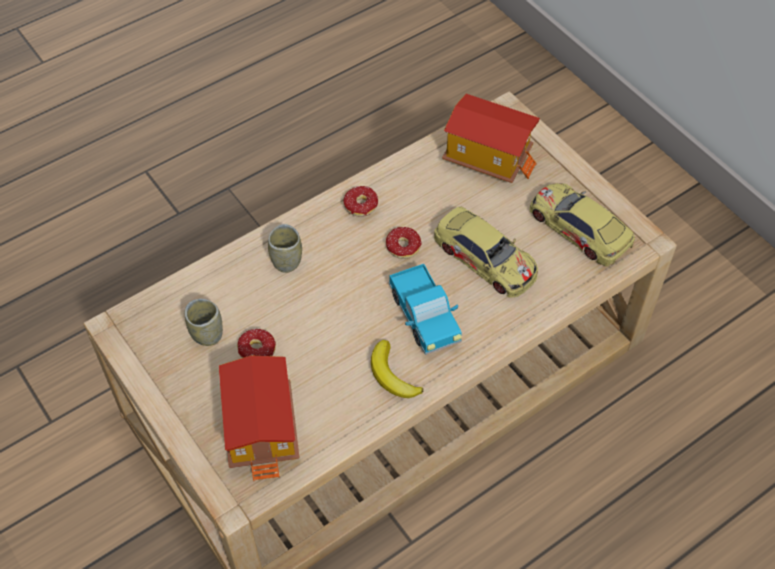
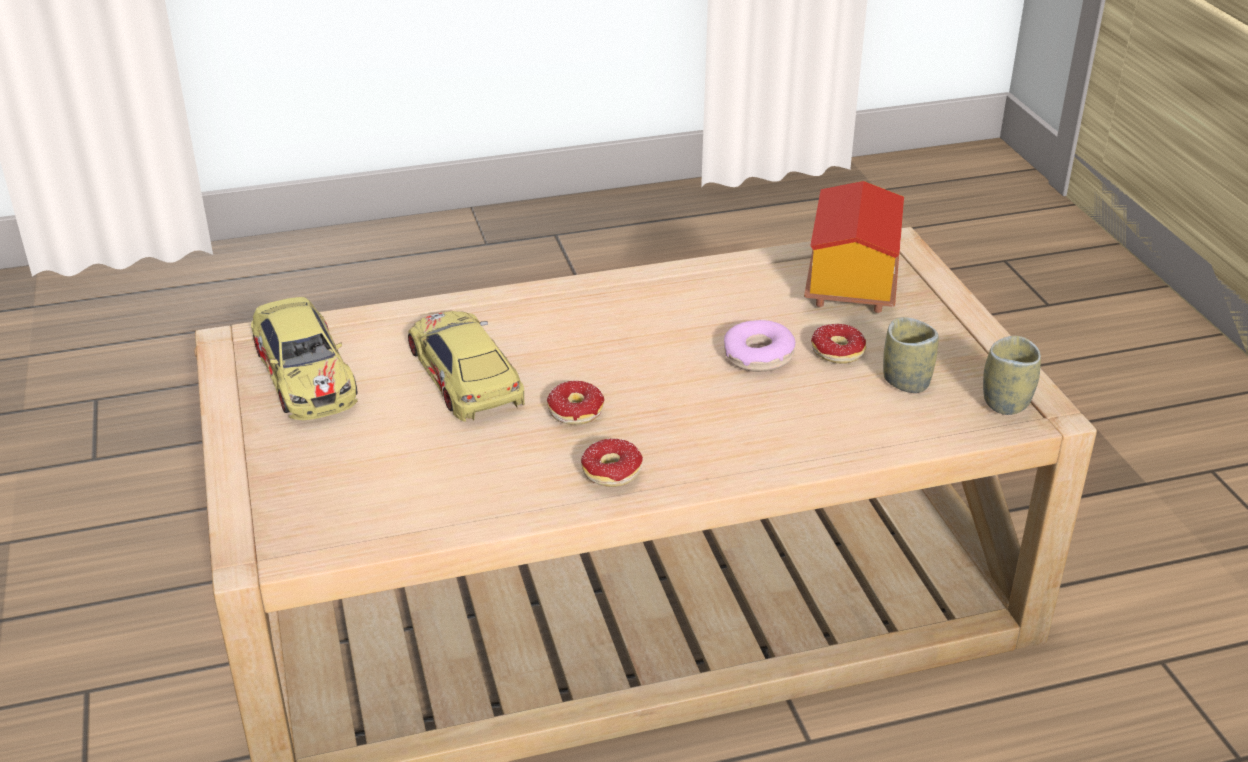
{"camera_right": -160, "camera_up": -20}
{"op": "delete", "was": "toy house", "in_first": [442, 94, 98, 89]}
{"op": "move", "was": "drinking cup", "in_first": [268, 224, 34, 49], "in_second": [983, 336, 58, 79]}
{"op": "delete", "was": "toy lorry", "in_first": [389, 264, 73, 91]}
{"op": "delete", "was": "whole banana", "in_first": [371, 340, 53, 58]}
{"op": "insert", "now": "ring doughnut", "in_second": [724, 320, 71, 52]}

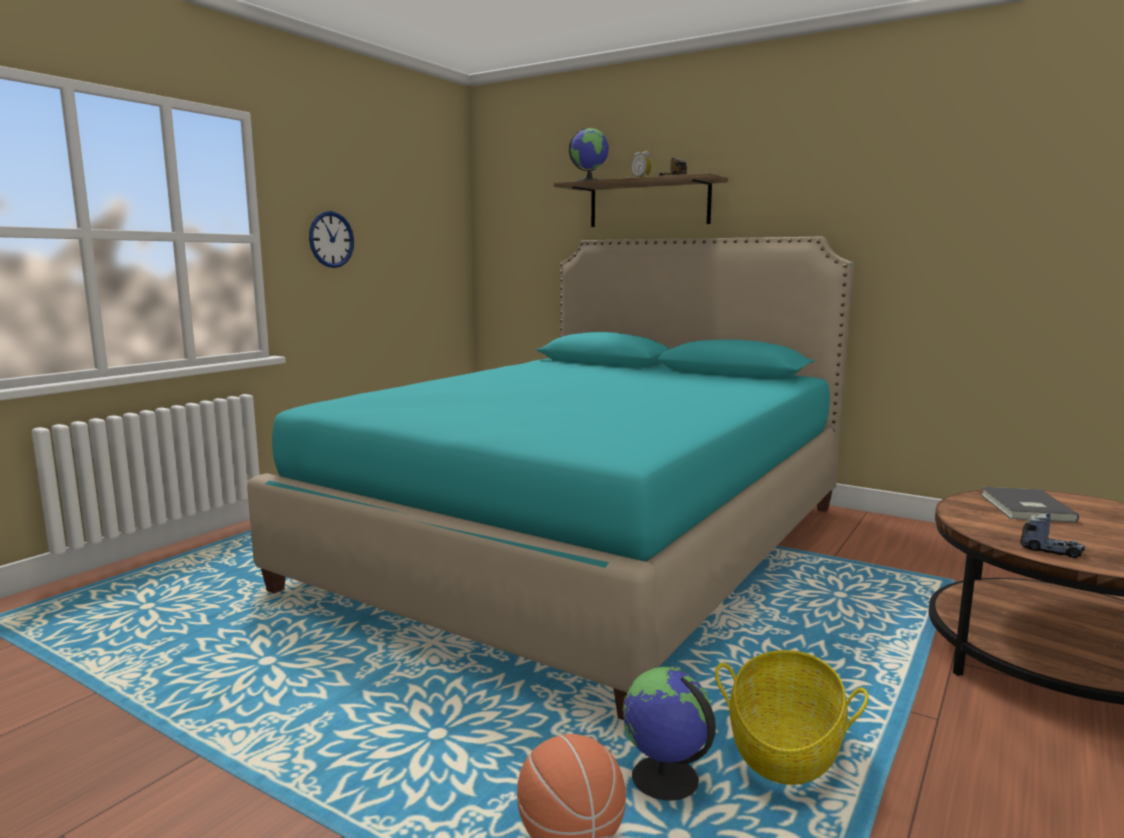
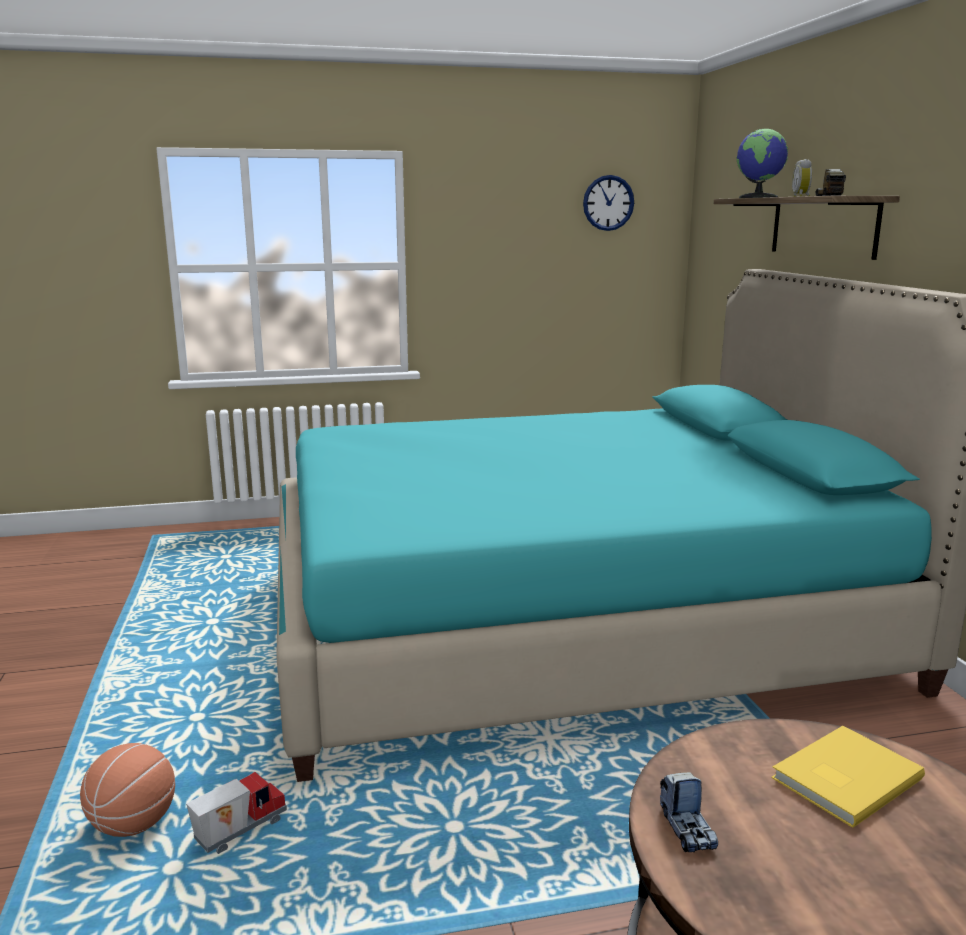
{"camera_right": 45, "camera_up": 5}
{"op": "move", "was": "wall clock", "in_first": [309, 211, 45, 57], "in_second": [583, 175, 51, 56]}
{"op": "recolor", "was": "gray volume", "now": "yellowish volume", "in_first": [980, 487, 99, 36], "in_second": [771, 726, 154, 102]}
{"op": "delete", "was": "basket", "in_first": [715, 650, 154, 135]}
{"op": "replace", "was": "world globe", "now": "toy lorry", "in_first": [623, 667, 93, 134], "in_second": [186, 772, 101, 82]}

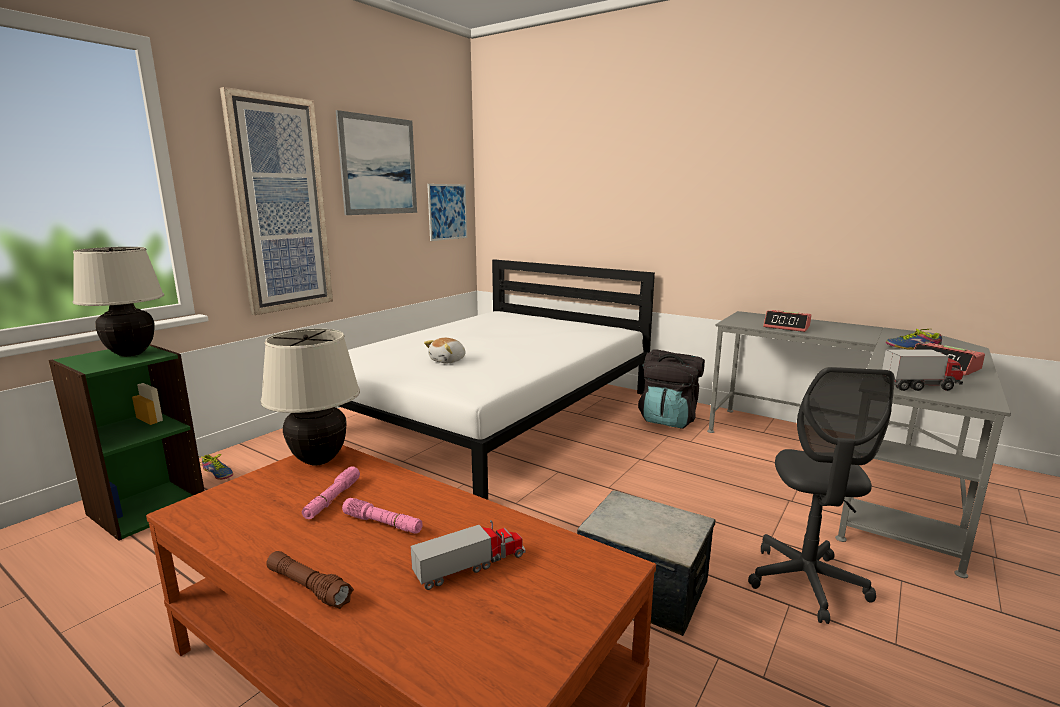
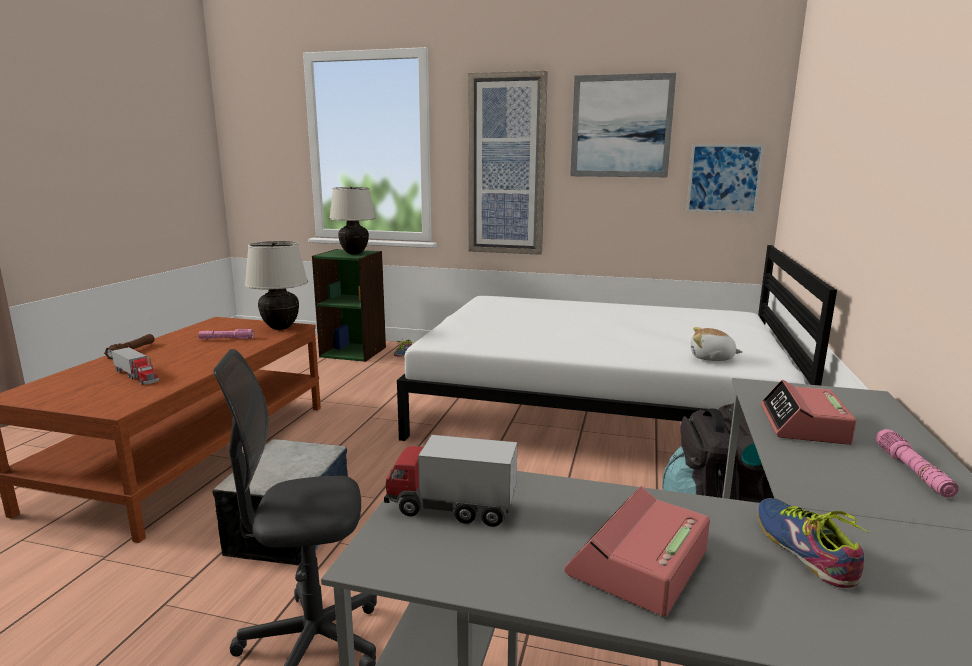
{"camera_right": 70, "camera_up": 0}
{"op": "move", "was": "soft toy", "in_first": [424, 338, 41, 25], "in_second": [691, 327, 52, 34]}
{"op": "rotate", "was": "toy lorry", "in_first": [882, 349, 81, 42], "in_second": [384, 435, 133, 92], "clockwise": 120}
{"op": "move", "was": "pink-coloured hand torch", "in_first": [342, 498, 81, 35], "in_second": [876, 429, 83, 69]}

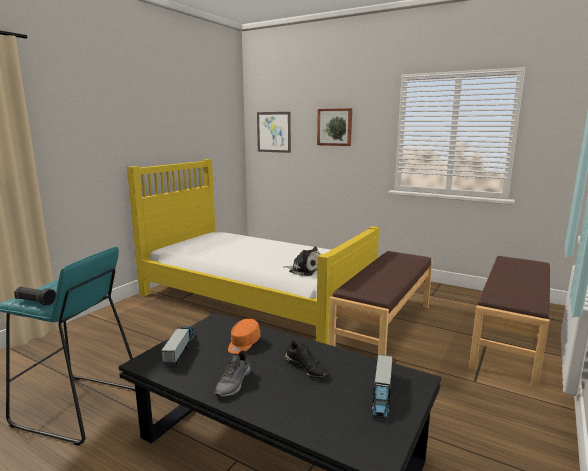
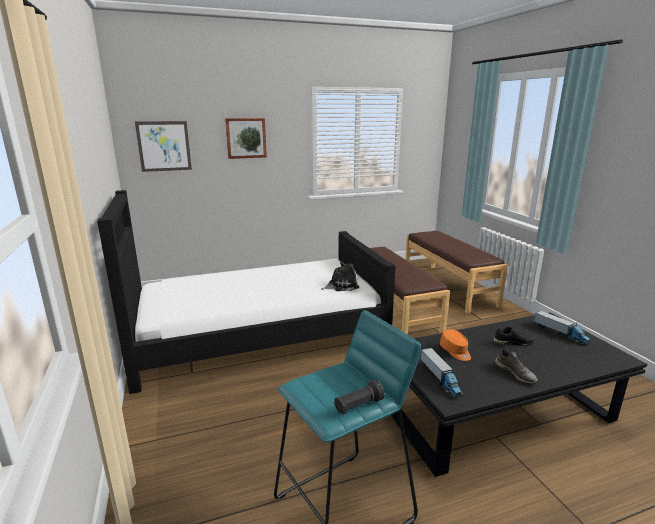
{"camera_right": -50, "camera_up": 5}
{"op": "recolor", "was": "yellowish sleeping bed", "now": "blackish sleeping bed", "in_first": [127, 159, 252, 185], "in_second": [97, 190, 299, 204]}
{"op": "rotate", "was": "toy lorry", "in_first": [161, 326, 35, 40], "in_second": [421, 348, 42, 50], "clockwise": -150}

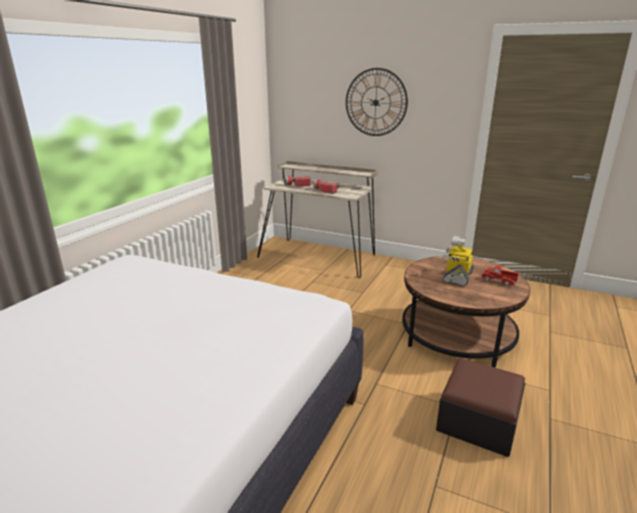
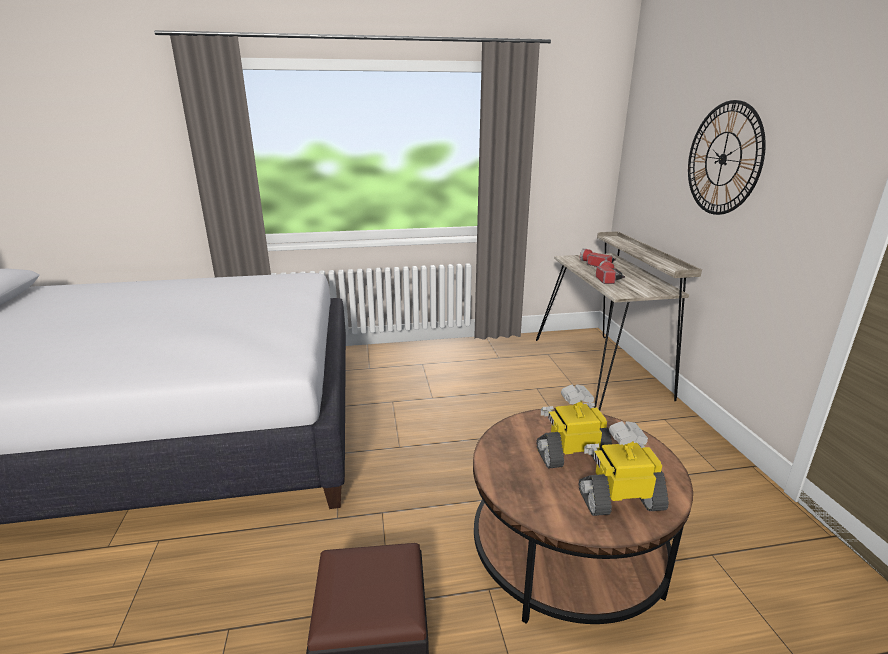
{"camera_right": 55, "camera_up": 0}
{"op": "replace", "was": "toy lorry", "now": "robot figure", "in_first": [480, 266, 39, 20], "in_second": [579, 421, 90, 95]}

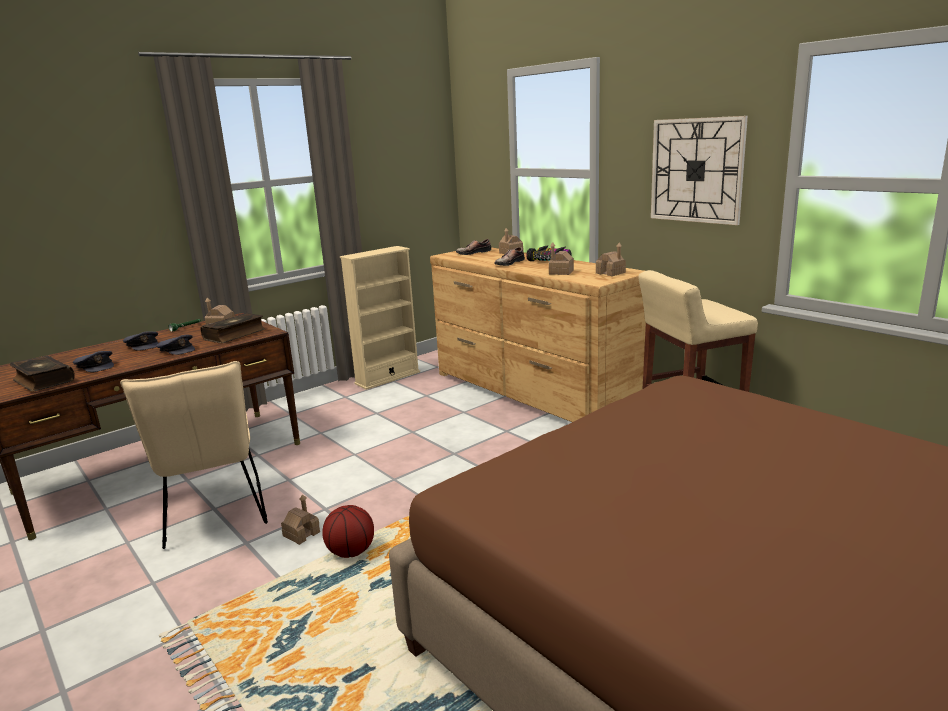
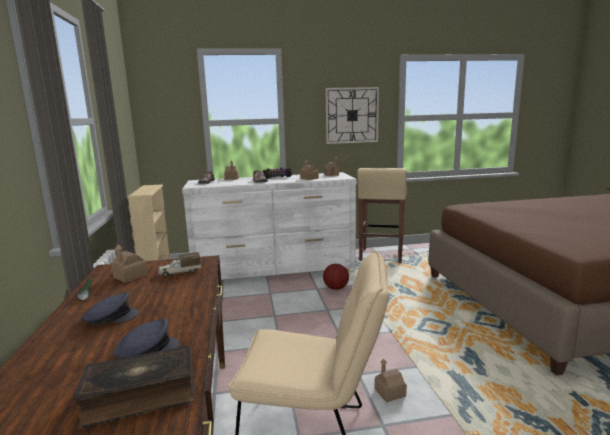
{"camera_right": -60, "camera_up": -5}
{"op": "recolor", "was": "brown dresser", "now": "white dresser", "in_first": [430, 248, 216, 174], "in_second": [182, 172, 175, 108]}
{"op": "replace", "was": "volume", "now": "toy lorry", "in_first": [200, 313, 65, 30], "in_second": [158, 252, 43, 25]}
{"op": "delete", "was": "gray peaked cap", "in_first": [156, 335, 39, 20]}
{"op": "move", "was": "basketball ball", "in_first": [322, 505, 52, 53], "in_second": [323, 264, 26, 26]}

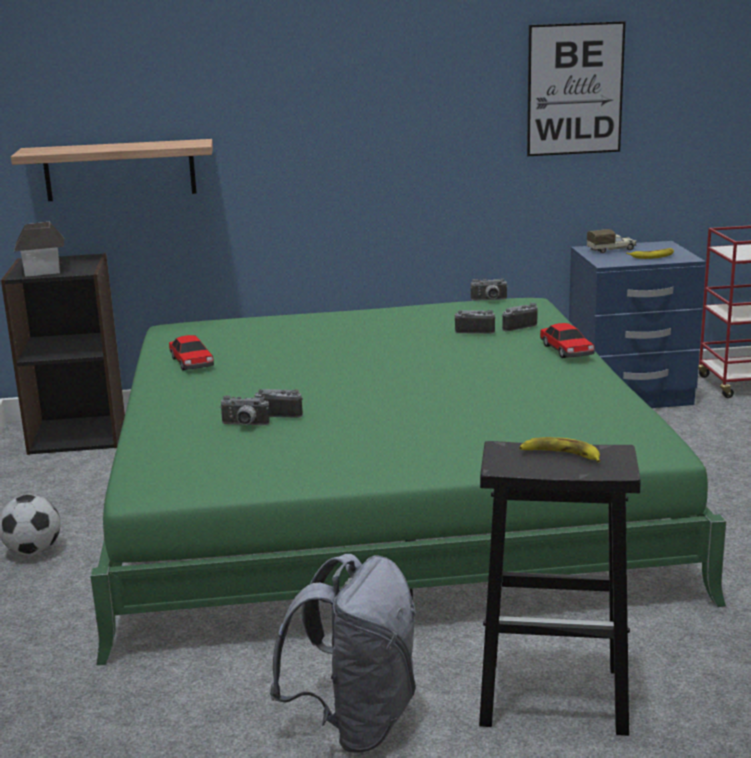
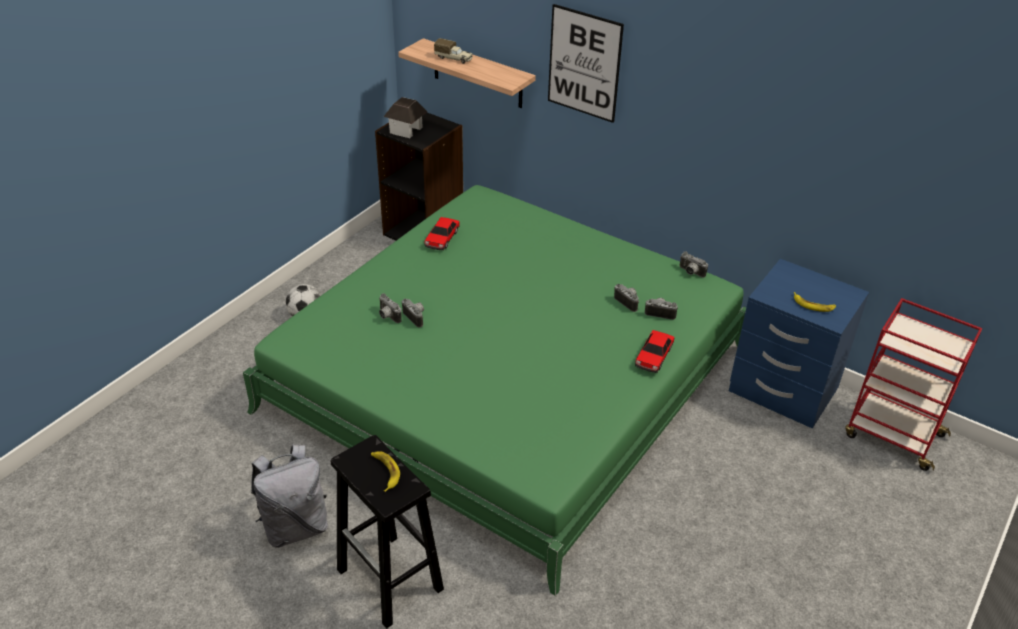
{"camera_right": 40, "camera_up": 20}
{"op": "move", "was": "wall picture", "in_first": [527, 21, 99, 135], "in_second": [548, 4, 76, 119]}
{"op": "move", "was": "toy lorry", "in_first": [587, 229, 50, 24], "in_second": [434, 38, 39, 26]}

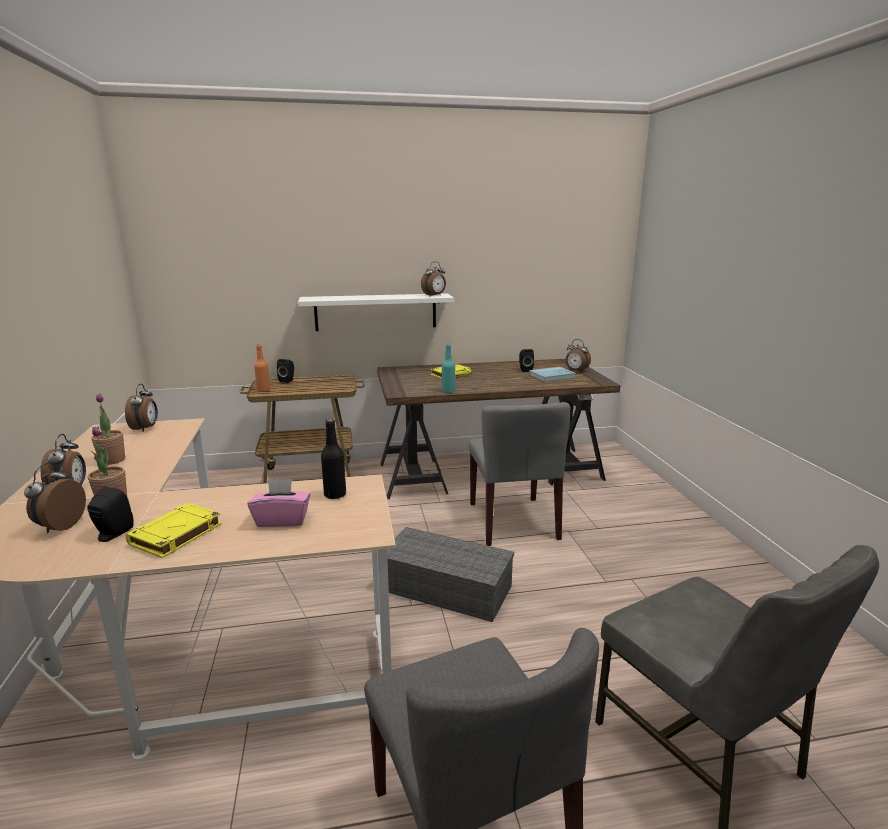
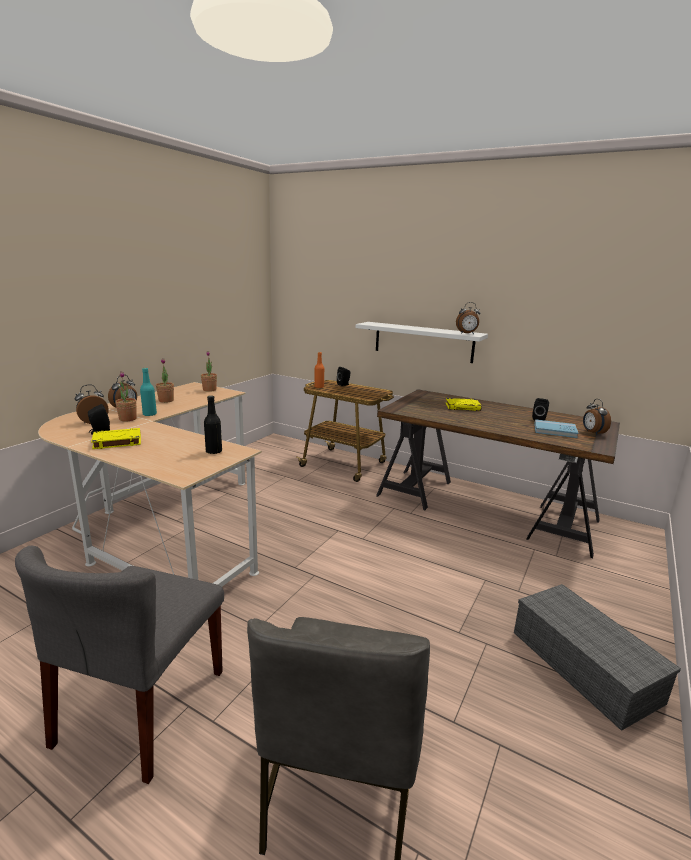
{"camera_right": 40, "camera_up": 0}
{"op": "move", "was": "turquoise bottle", "in_first": [442, 344, 13, 49], "in_second": [140, 368, 17, 48]}
{"op": "replace", "was": "bedside clock", "now": "plant in a pot", "in_first": [125, 384, 33, 48], "in_second": [201, 351, 16, 41]}
{"op": "delete", "was": "gray chair", "in_first": [469, 402, 101, 144]}
{"op": "delete", "was": "pink-coloured tissue box", "in_first": [247, 479, 64, 48]}
{"op": "move", "was": "gray storage box", "in_first": [387, 527, 127, 95], "in_second": [514, 584, 167, 147]}

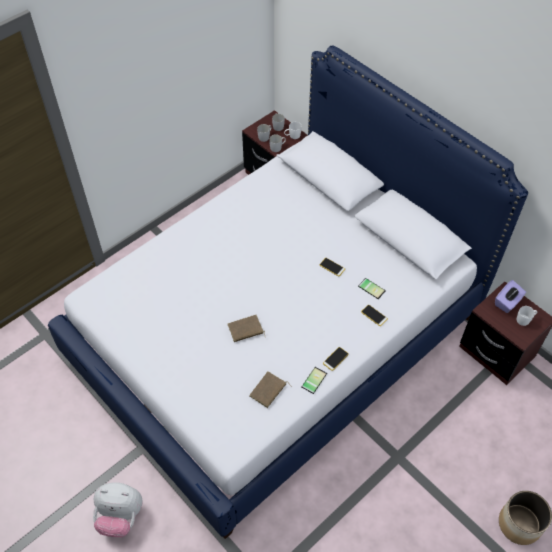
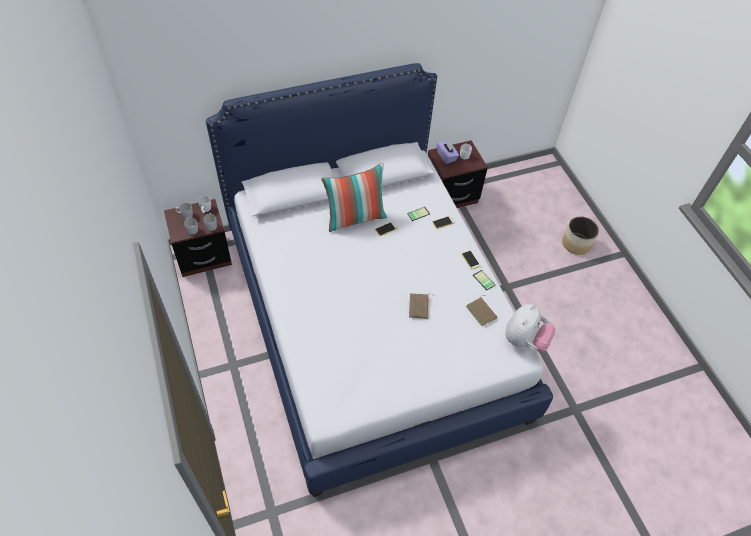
{"camera_right": -70, "camera_up": 0}
{"op": "move", "was": "soft toy", "in_first": [93, 482, 50, 55], "in_second": [506, 304, 50, 48]}
{"op": "insert", "now": "pillow", "in_second": [321, 163, 67, 69]}

